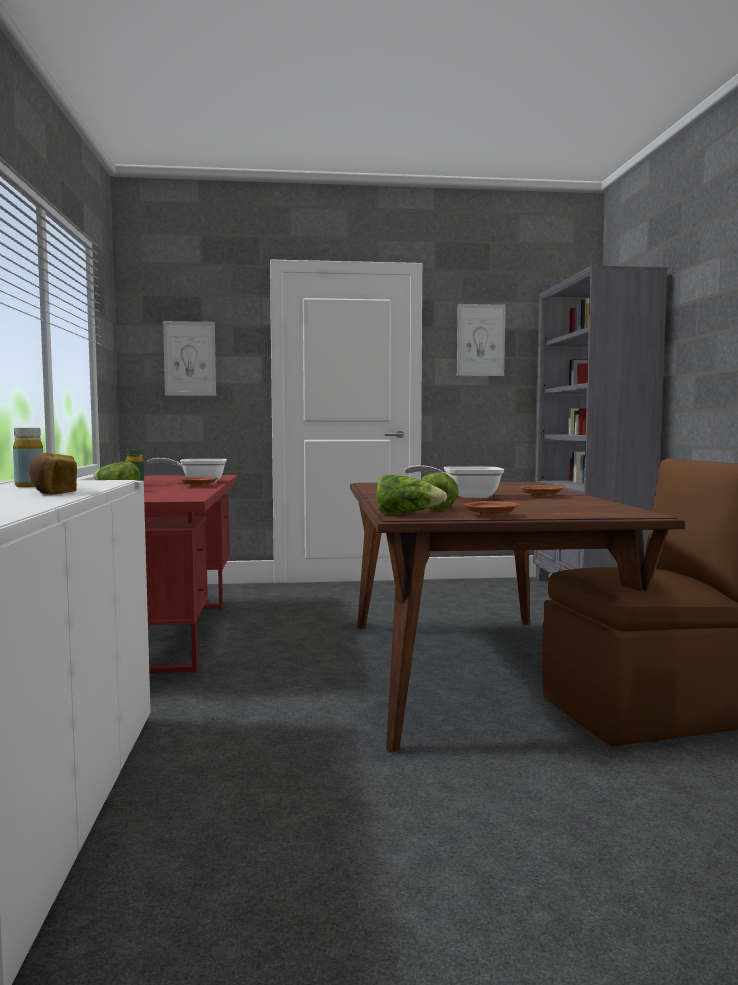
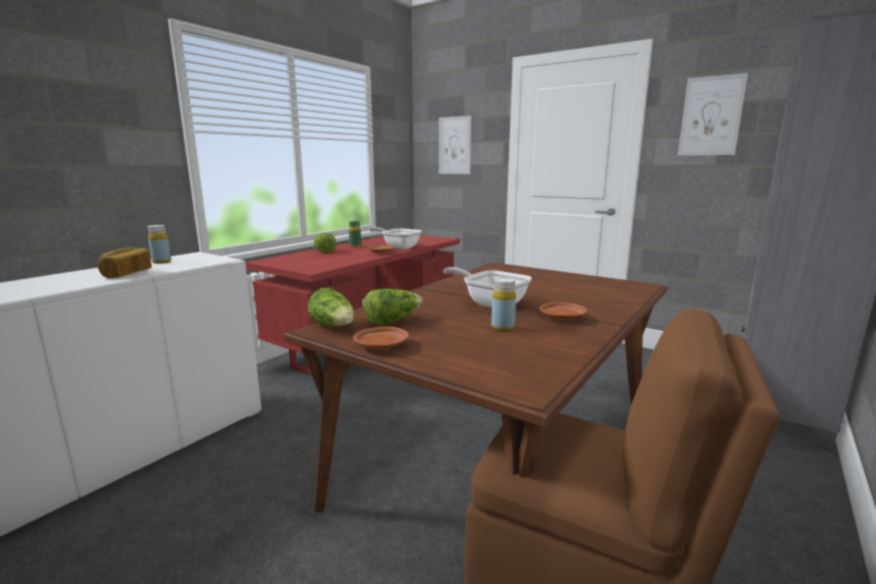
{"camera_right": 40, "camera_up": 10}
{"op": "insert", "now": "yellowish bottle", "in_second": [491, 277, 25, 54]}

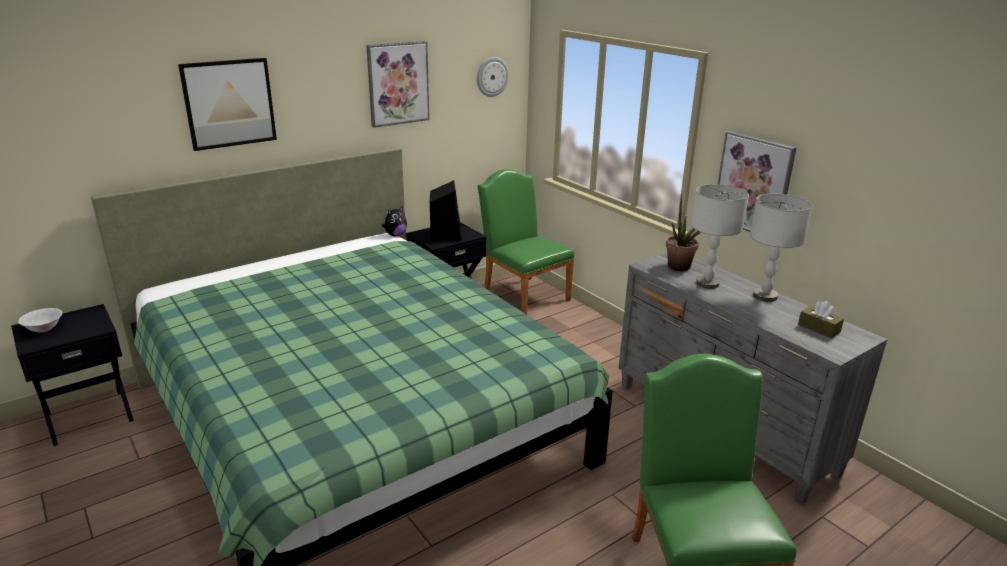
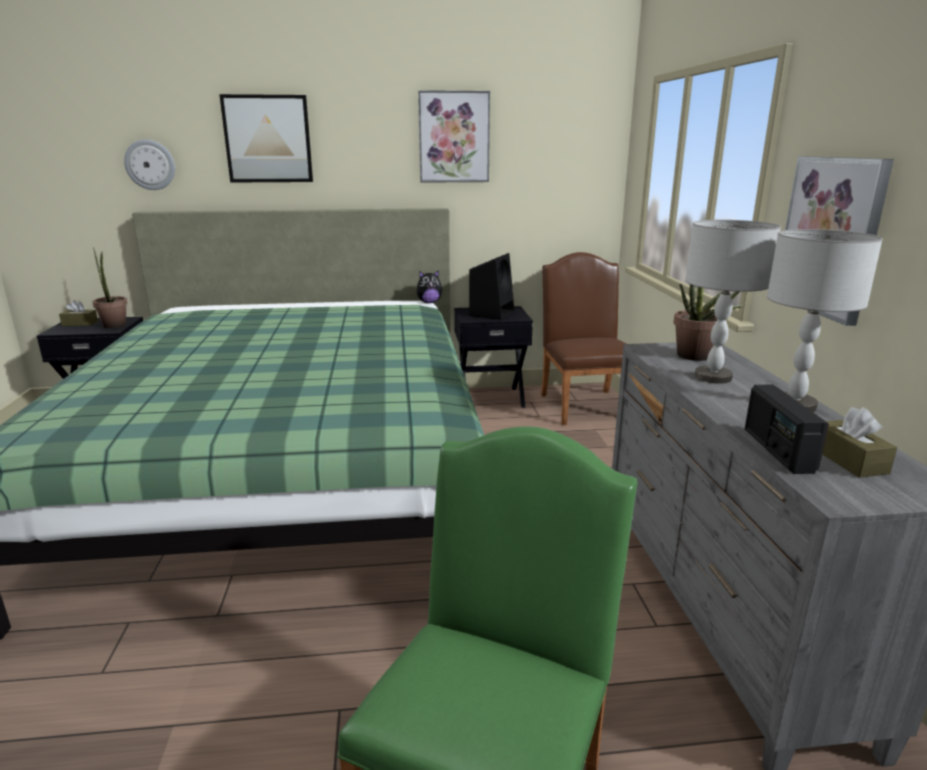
{"camera_right": 30, "camera_up": -5}
{"op": "move", "was": "wall clock", "in_first": [477, 57, 32, 40], "in_second": [124, 139, 51, 51]}
{"op": "recolor", "was": "green-coloured chair", "now": "brown chair", "in_first": [477, 169, 98, 146], "in_second": [541, 252, 85, 173]}
{"op": "replace", "was": "white serving bowl", "now": "brown tissue box", "in_first": [18, 308, 44, 25], "in_second": [59, 300, 39, 26]}
{"op": "insert", "now": "plant in a pot", "in_second": [92, 247, 36, 81]}
{"op": "insert", "now": "radio receiver", "in_second": [745, 384, 84, 90]}

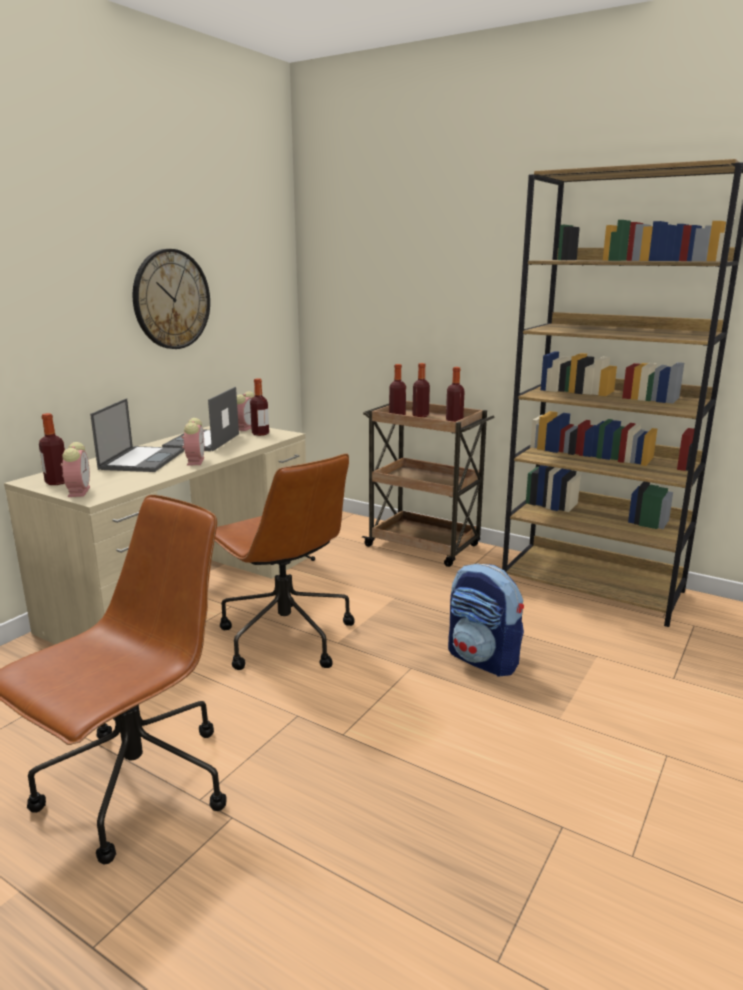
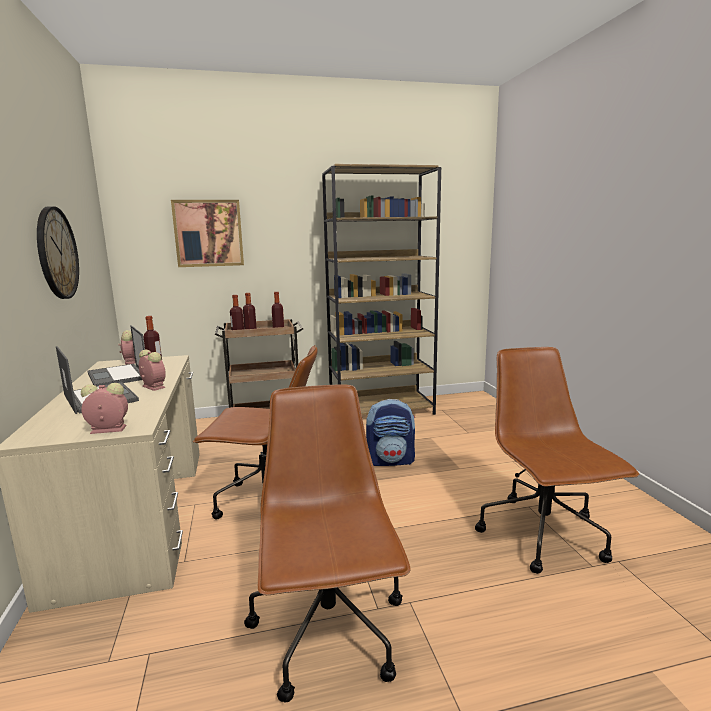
{"camera_right": -45, "camera_up": -5}
{"op": "delete", "was": "bottle", "in_first": [39, 413, 26, 72]}
{"op": "rotate", "was": "bedside clock", "in_first": [61, 442, 29, 55], "in_second": [81, 383, 47, 51], "clockwise": -45}
{"op": "insert", "now": "wall picture", "in_second": [171, 200, 73, 67]}
{"op": "insert", "now": "brown computer chair", "in_second": [475, 347, 165, 227]}

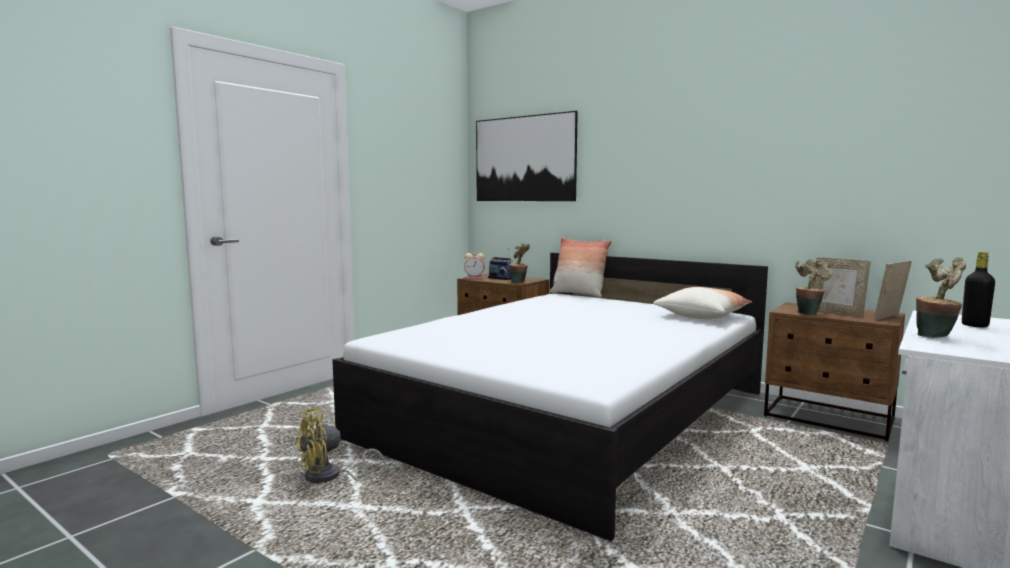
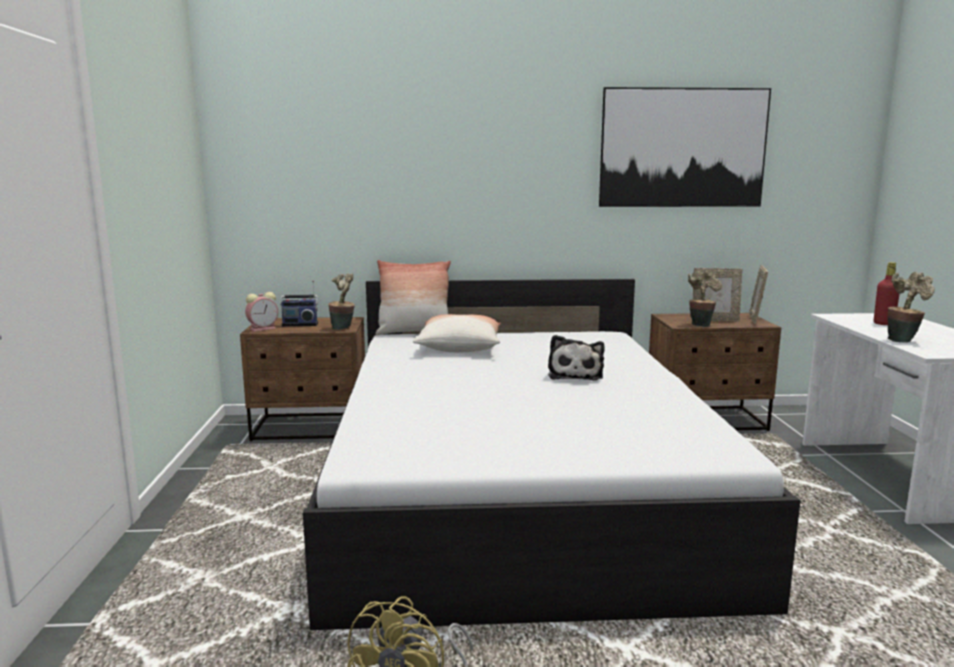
{"camera_right": -40, "camera_up": 5}
{"op": "move", "was": "wall picture", "in_first": [476, 111, 102, 90], "in_second": [599, 87, 172, 120]}
{"op": "recolor", "was": "blackish bottle", "now": "reddish bottle", "in_first": [962, 252, 33, 75], "in_second": [874, 262, 25, 63]}
{"op": "move", "was": "pillow", "in_first": [653, 287, 99, 32], "in_second": [413, 314, 88, 38]}
{"op": "insert", "now": "soft toy", "in_second": [548, 335, 57, 45]}

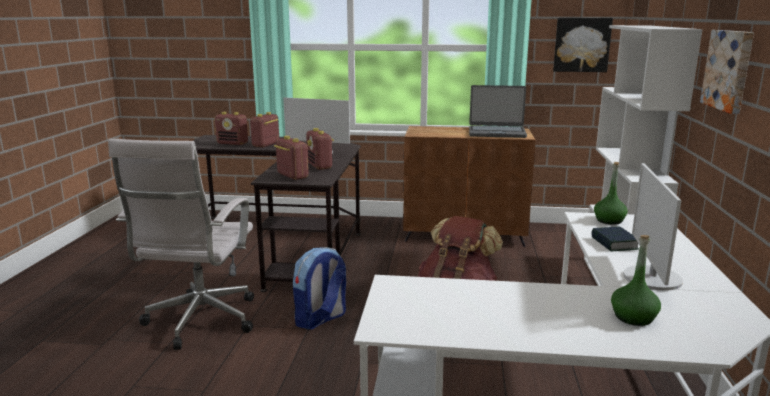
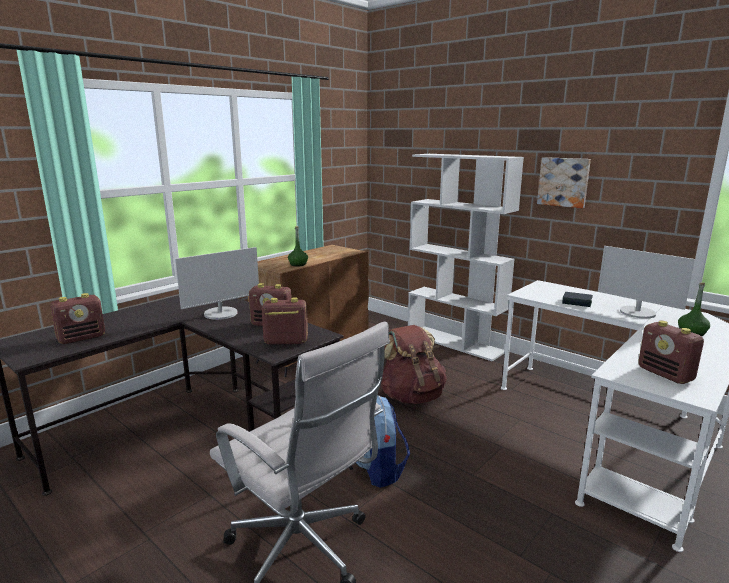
{"camera_right": -55, "camera_up": 0}
{"op": "delete", "was": "wall picture", "in_first": [553, 18, 60, 54]}
{"op": "delete", "was": "notebook computer", "in_first": [469, 85, 58, 53]}
{"op": "move", "was": "radio receiver", "in_first": [250, 112, 29, 36], "in_second": [638, 321, 66, 63]}
{"op": "move", "was": "green-coloured bottle", "in_first": [594, 162, 34, 63], "in_second": [288, 226, 20, 40]}

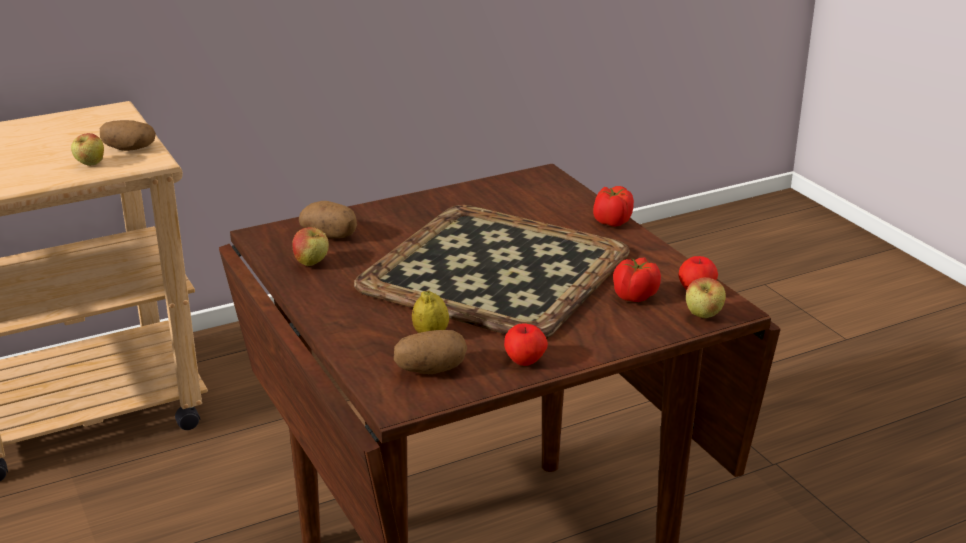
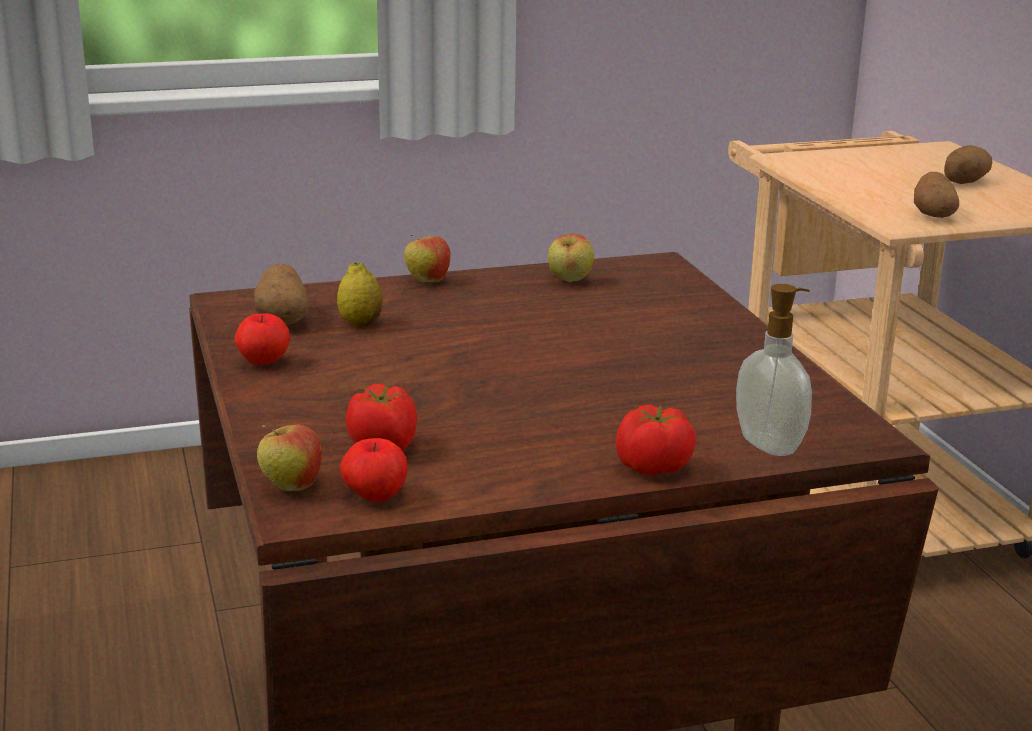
{"camera_right": 100, "camera_up": -5}
{"op": "move", "was": "whole apple", "in_first": [71, 133, 33, 33], "in_second": [404, 234, 47, 48]}
{"op": "move", "was": "spud", "in_first": [299, 201, 58, 37], "in_second": [944, 145, 48, 39]}
{"op": "delete", "was": "serving tray", "in_first": [354, 205, 276, 134]}
{"op": "insert", "now": "soap dispenser", "in_second": [736, 284, 76, 172]}

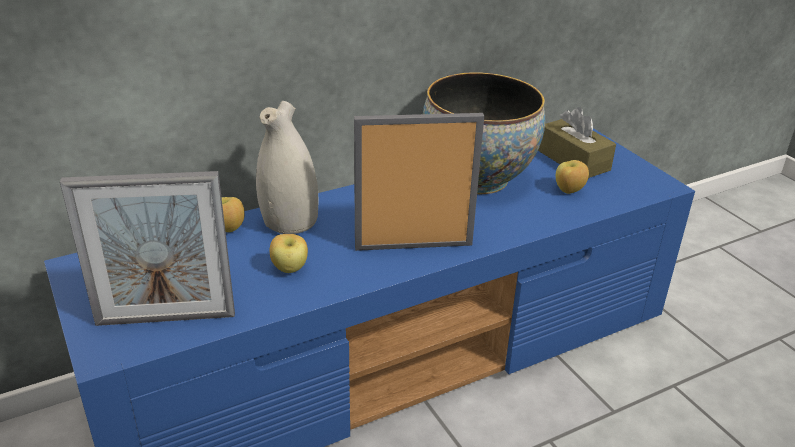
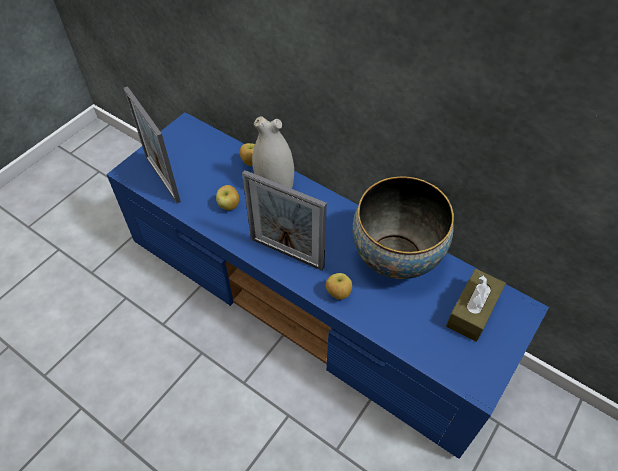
{"camera_right": 65, "camera_up": 20}
{"op": "rotate", "was": "picture frame", "in_first": [354, 113, 130, 138], "in_second": [242, 170, 85, 101], "clockwise": 150}
{"op": "move", "was": "whole apple", "in_first": [556, 160, 33, 34], "in_second": [326, 273, 26, 27]}

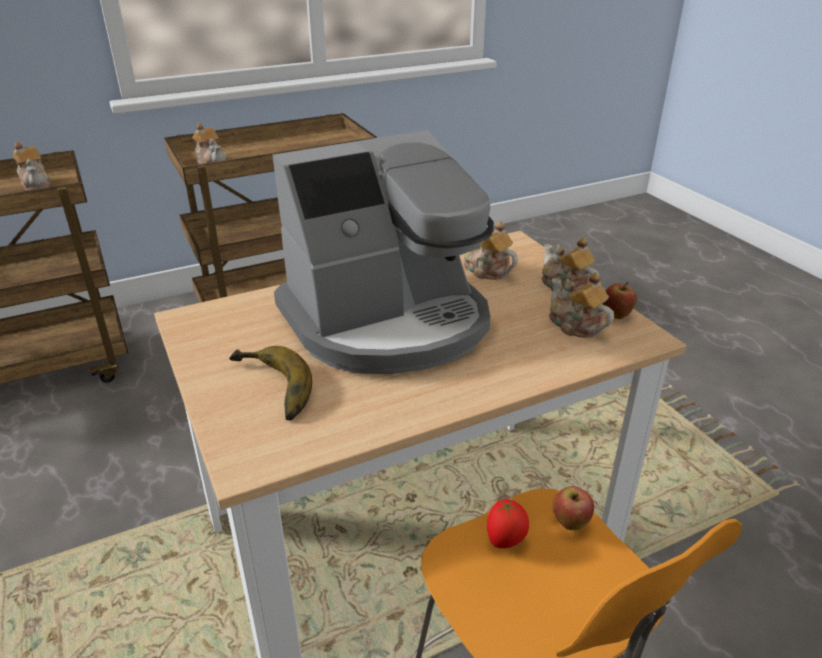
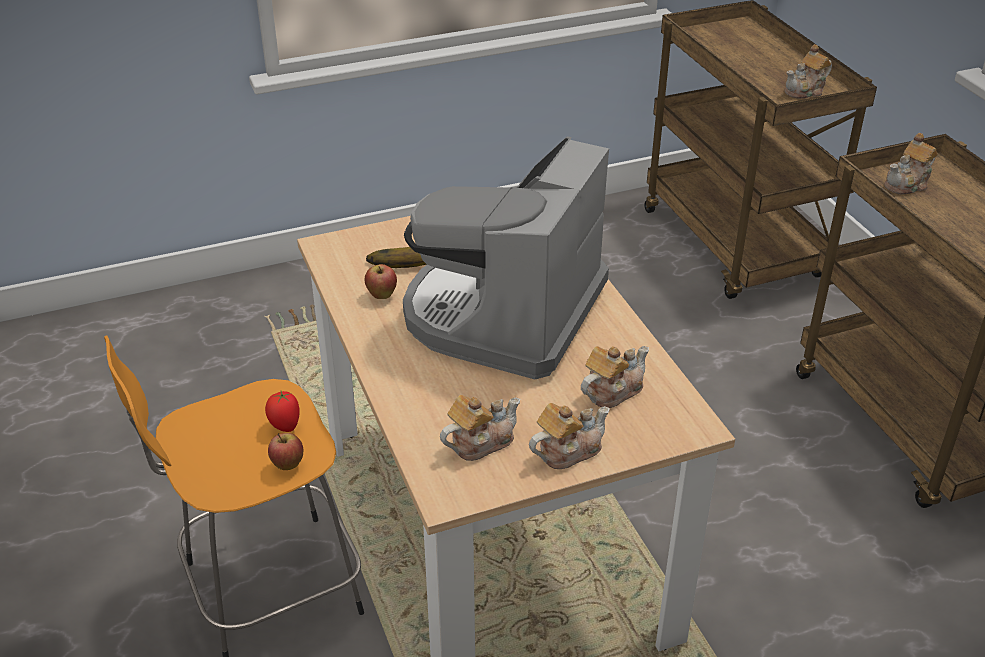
{"camera_right": 95, "camera_up": 5}
{"op": "rotate", "was": "coffee maker", "in_first": [272, 130, 222, 244], "in_second": [403, 136, 206, 243], "clockwise": 45}
{"op": "move", "was": "whole apple", "in_first": [603, 282, 34, 37], "in_second": [365, 264, 32, 35]}

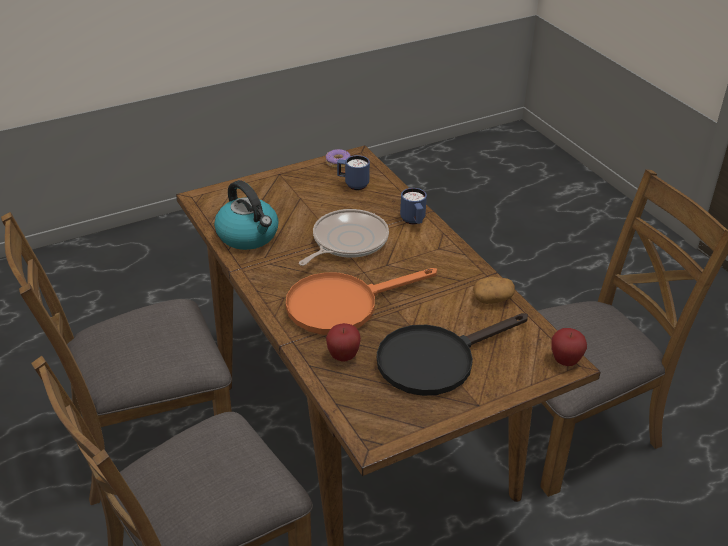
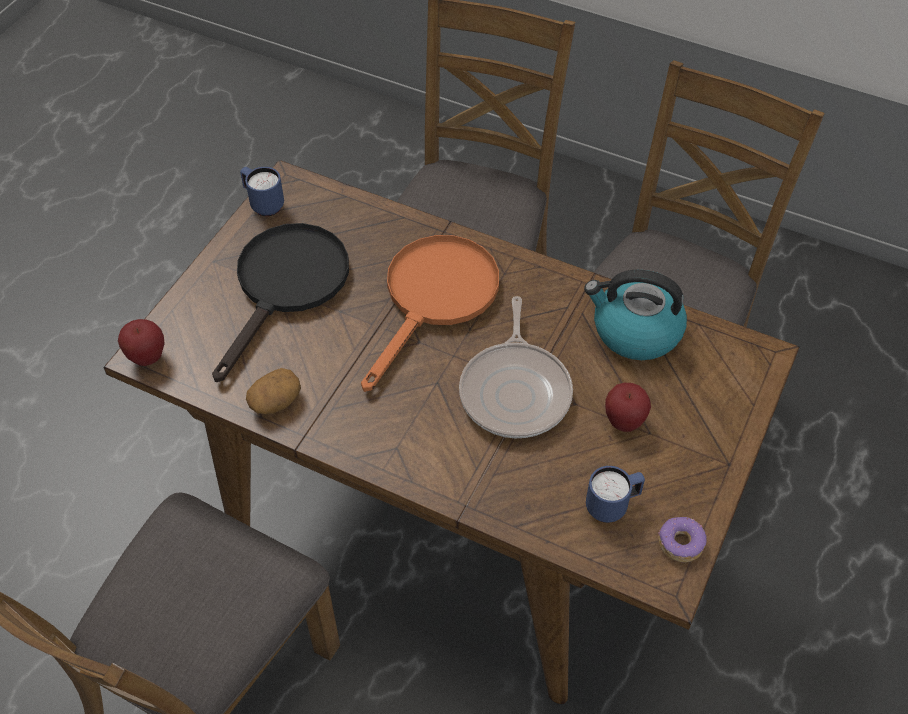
{"camera_right": 145, "camera_up": 15}
{"op": "move", "was": "bluish tea mug", "in_first": [400, 188, 27, 36], "in_second": [240, 167, 44, 49]}
{"op": "move", "was": "whole apple", "in_first": [326, 323, 35, 39], "in_second": [605, 383, 46, 49]}

